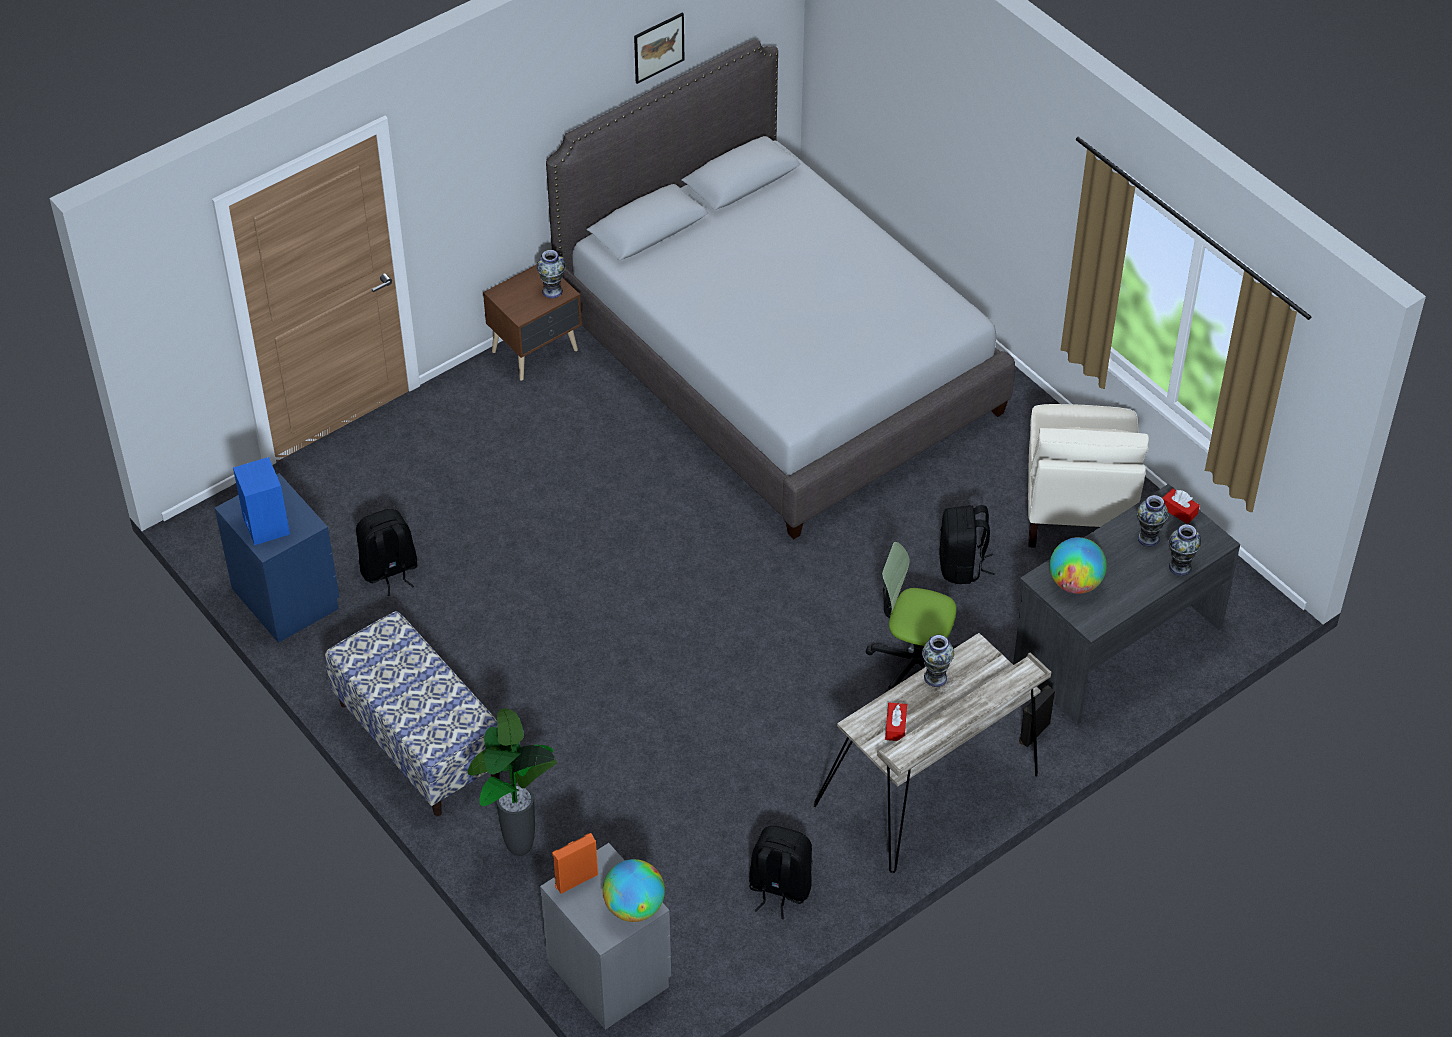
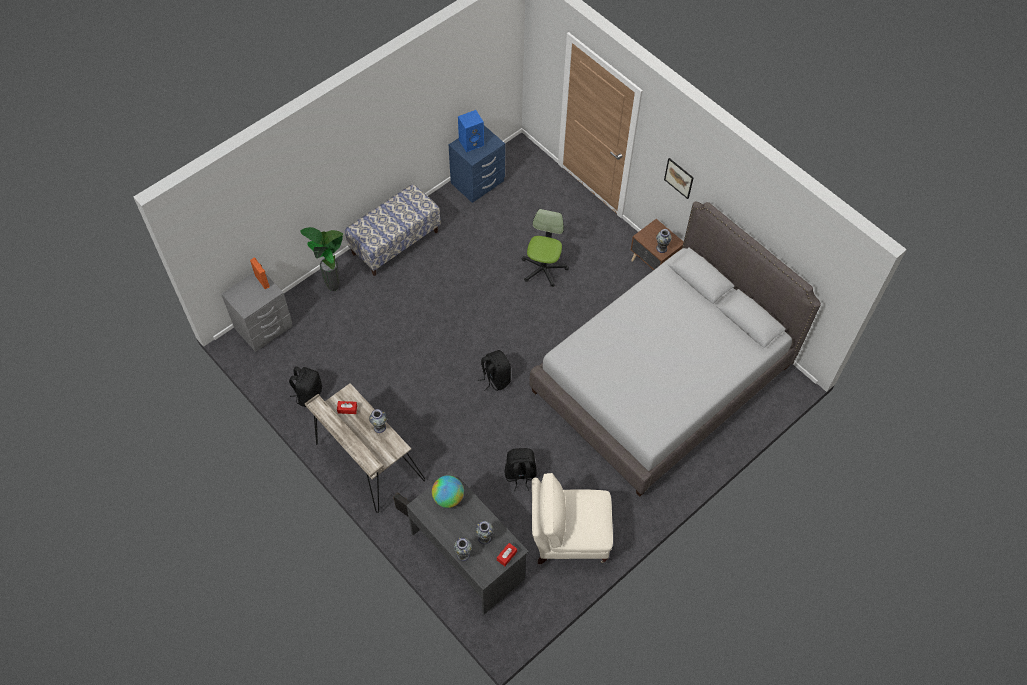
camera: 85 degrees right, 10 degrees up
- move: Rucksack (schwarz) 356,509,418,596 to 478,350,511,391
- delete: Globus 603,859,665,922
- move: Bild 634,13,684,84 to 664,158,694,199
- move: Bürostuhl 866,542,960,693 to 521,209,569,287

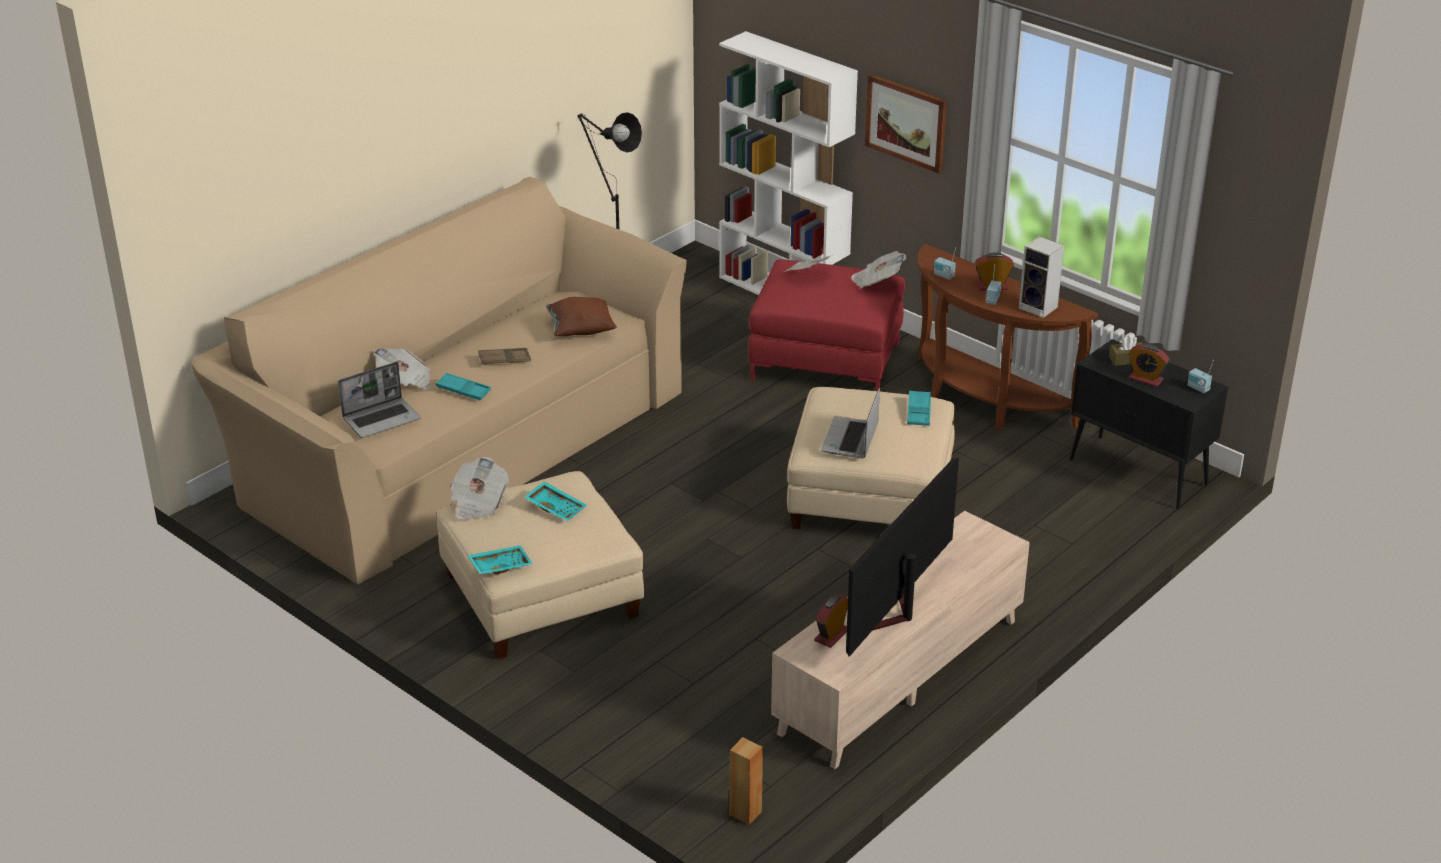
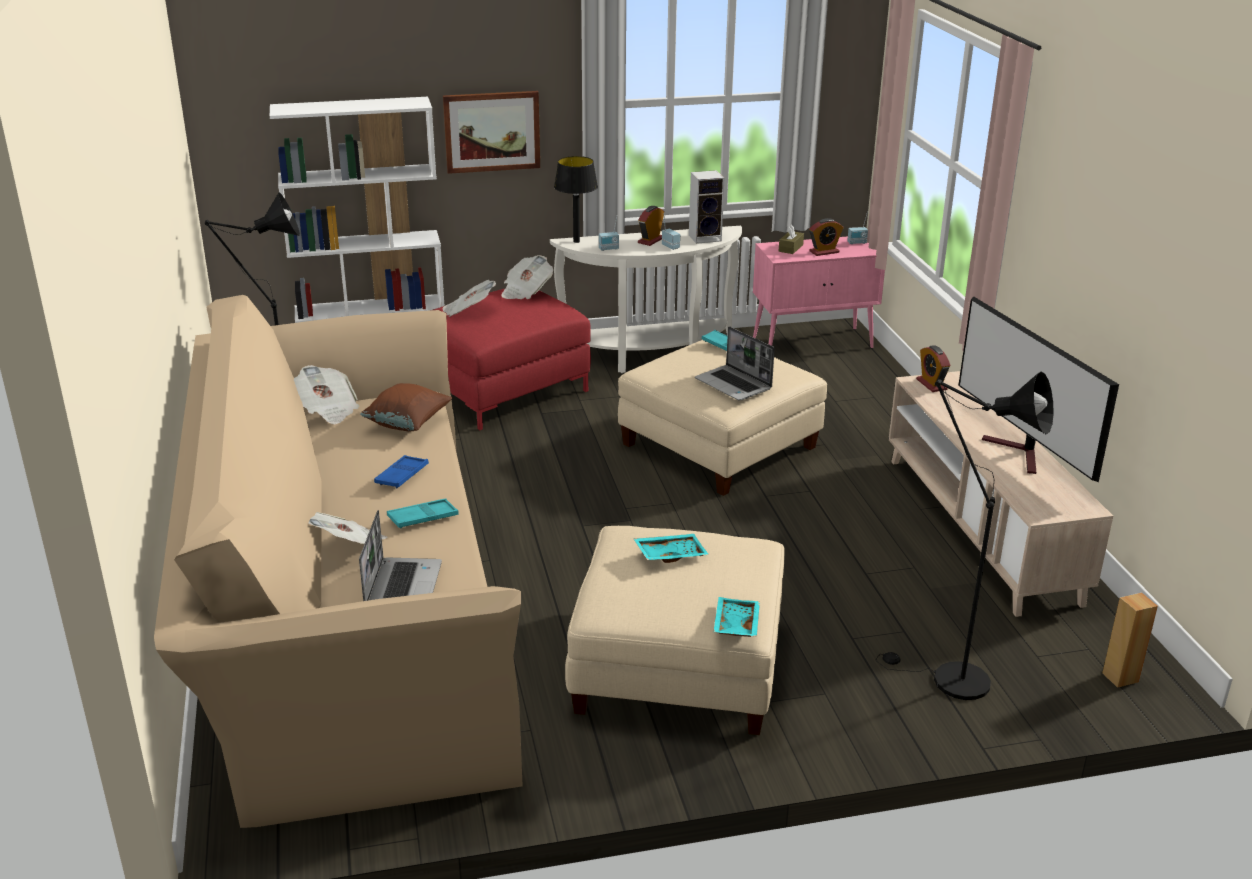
camera: 55 degrees left, 5 degrees down
- move: Zeitung 450,457,509,520 to 294,365,360,424
- recolor: Tablett (braun) 478,348,531,365 to Tablett (blau) 374,455,429,488
- move: Wecker 814,594,848,648 to 916,345,950,392
- recolor: Konsolentisch (braun) 917,244,1099,430 to Konsolentisch (weiß) 550,226,742,373
- recolor: Schrank (schwarz) 1070,339,1228,509 to Schrank (rosa) 753,237,885,349
- insert: Tischlampe (schwarz) 554,156,598,243
- insert: Stehlampe (schwarz) 876,371,1054,700

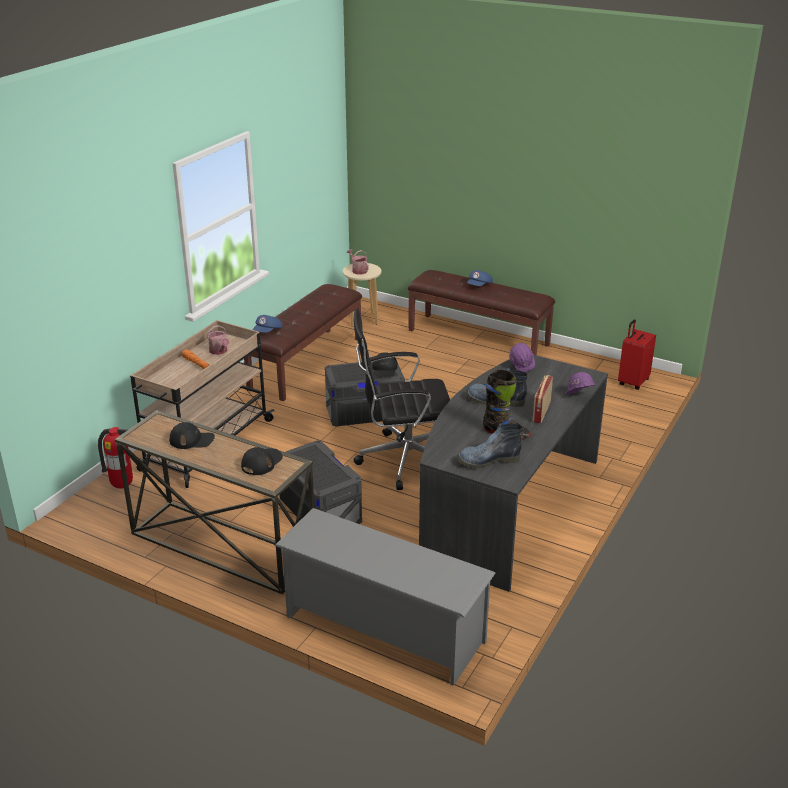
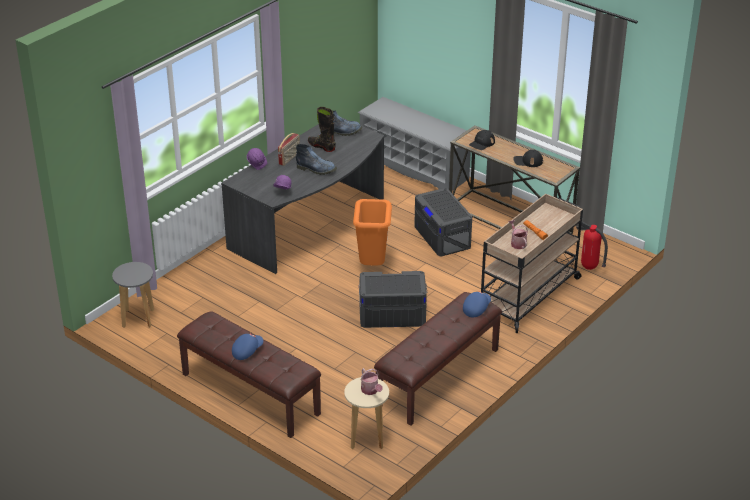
camera: 170 degrees left, 5 degrees up
- replace: Bürostuhl (schwarz) 354,309,450,490 to Mülleimer (orange) 353,199,392,266
- delete: Kappe (schwarz) 372,352,398,376
- replace: Koffer (rot) 618,320,656,390 to Hocker (grau) 112,262,154,328

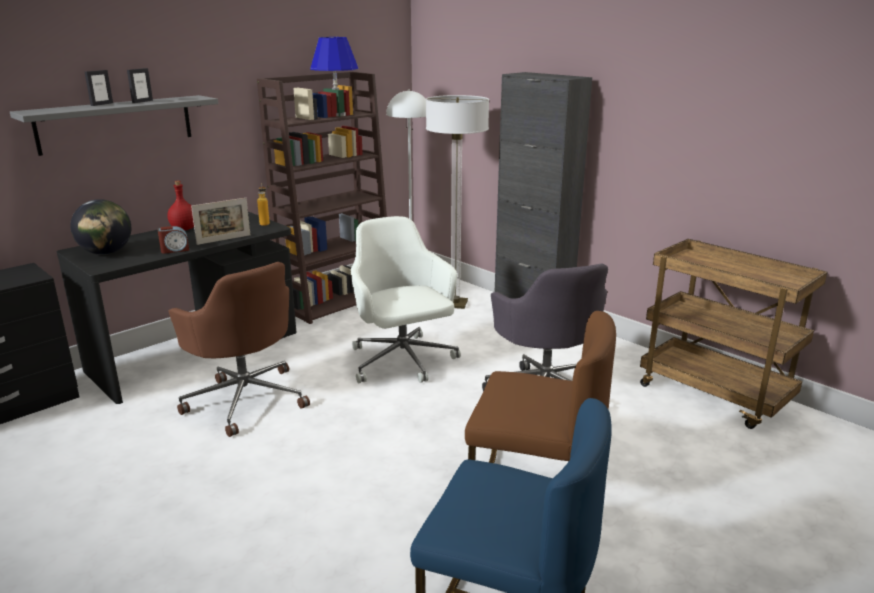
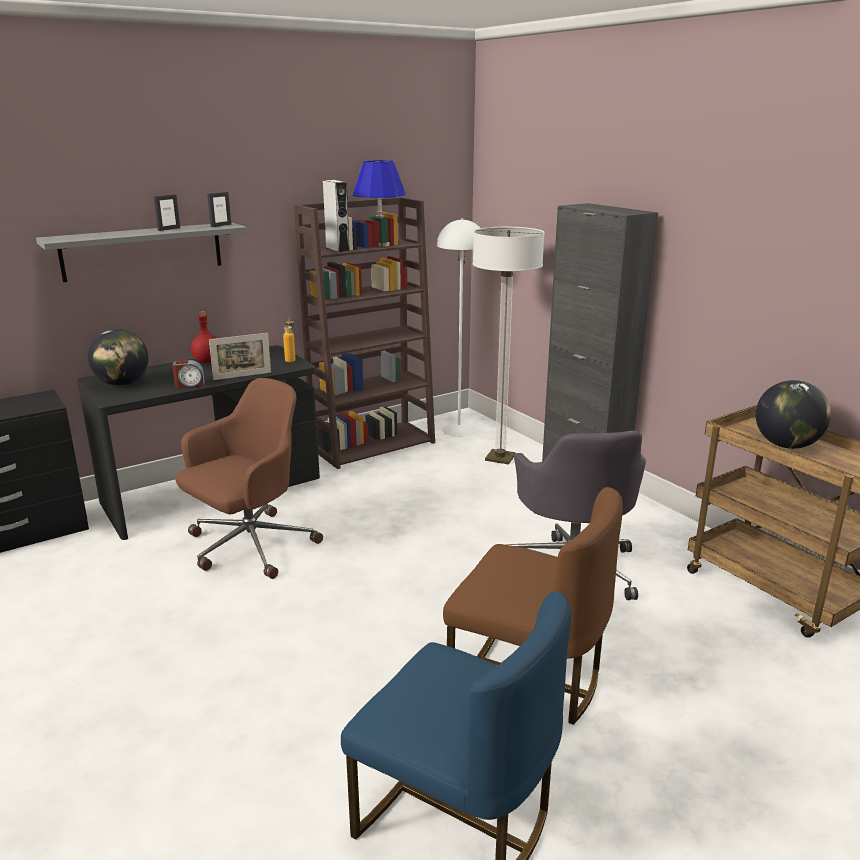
camera: 10 degrees right, 0 degrees up
- move: Bilderrahmen 85,70,113,106 to 207,192,231,227
- rotate: Bürostuhl (braun) 168,262,310,437 = 175,378,323,579 105 degrees counterclockwise
- delete: Bürostuhl (weiß) 351,216,461,383
- insert: Lautsprecher (grau) 323,180,350,253
- insert: Globus 756,380,831,449

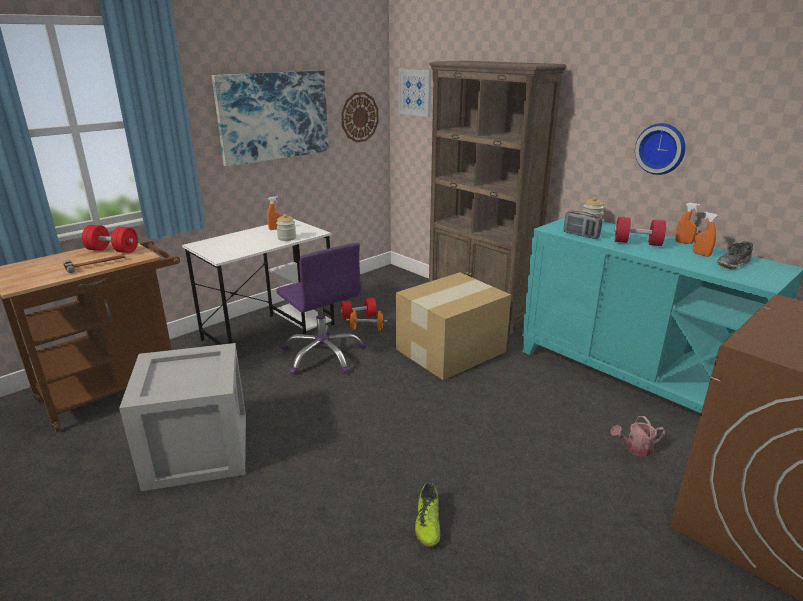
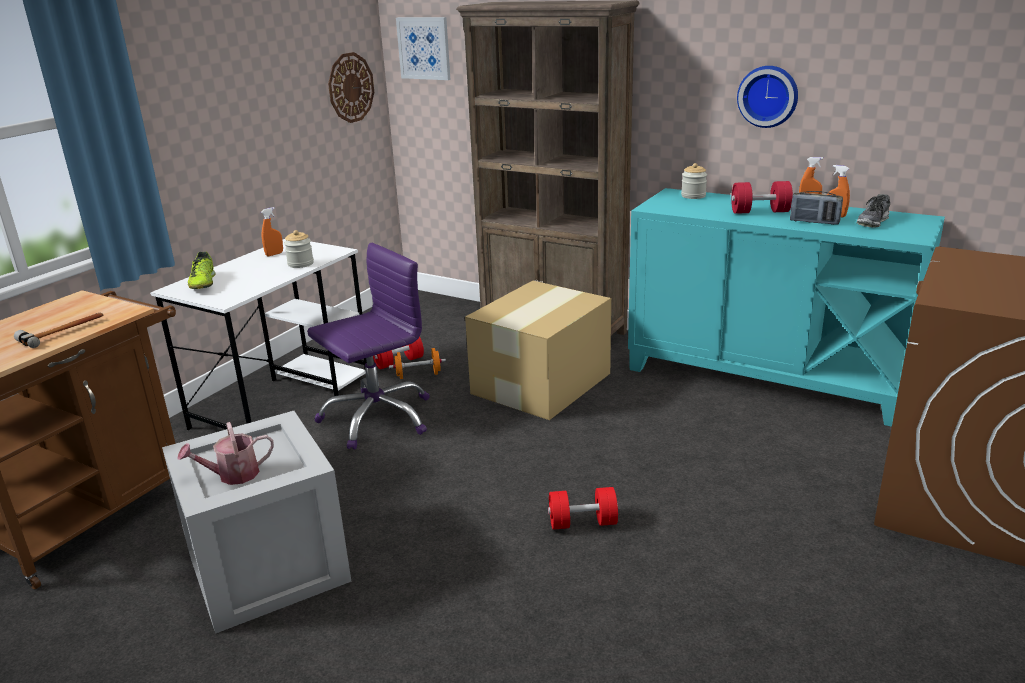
camera: 15 degrees left, 0 degrees up
- move: Hantel (rot) 82,225,138,253 to 548,487,618,530
- delete: Bild 212,70,329,167
- rotate: Bürostuhl (lila) 276,243,366,375 = 307,243,429,449 75 degrees counterclockwise
- move: Schuh 415,483,440,547 to 188,252,215,289
- move: Radio 563,211,603,239 to 790,191,843,225
- move: Gießkanne 611,416,666,457 to 177,422,274,485

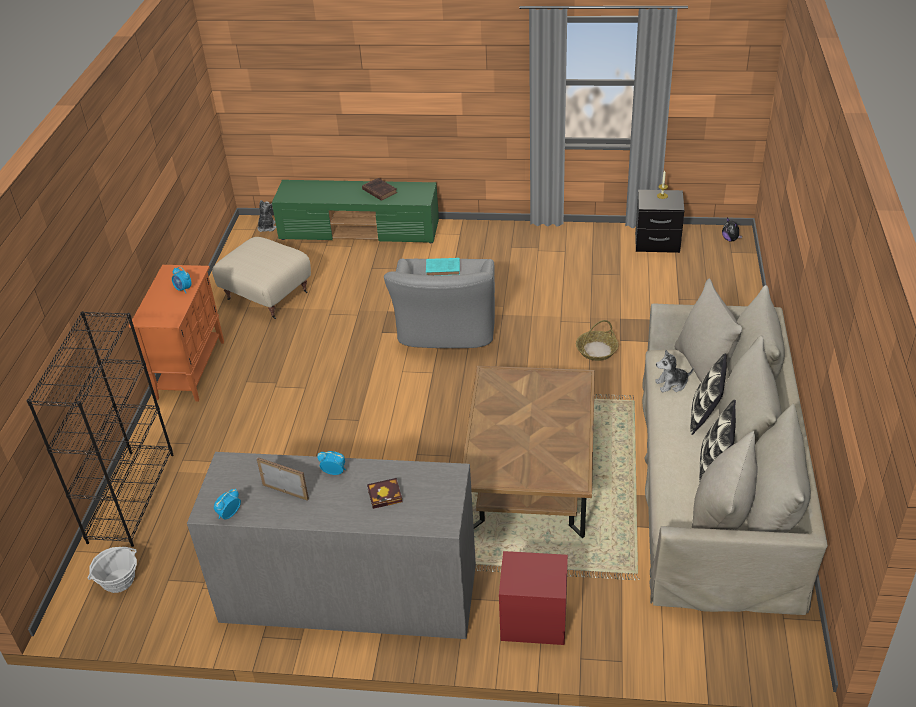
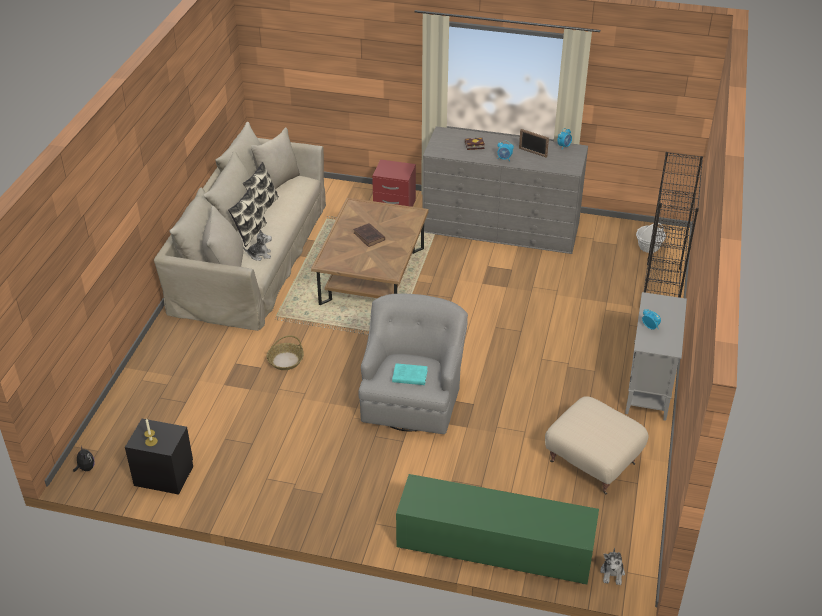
camera: 175 degrees left, 0 degrees up
- recolor: Schrank (orange) 129,265,224,402 to Schrank (grau) 625,292,687,421
- move: Buch (braun) 362,178,397,201 to 353,223,385,247

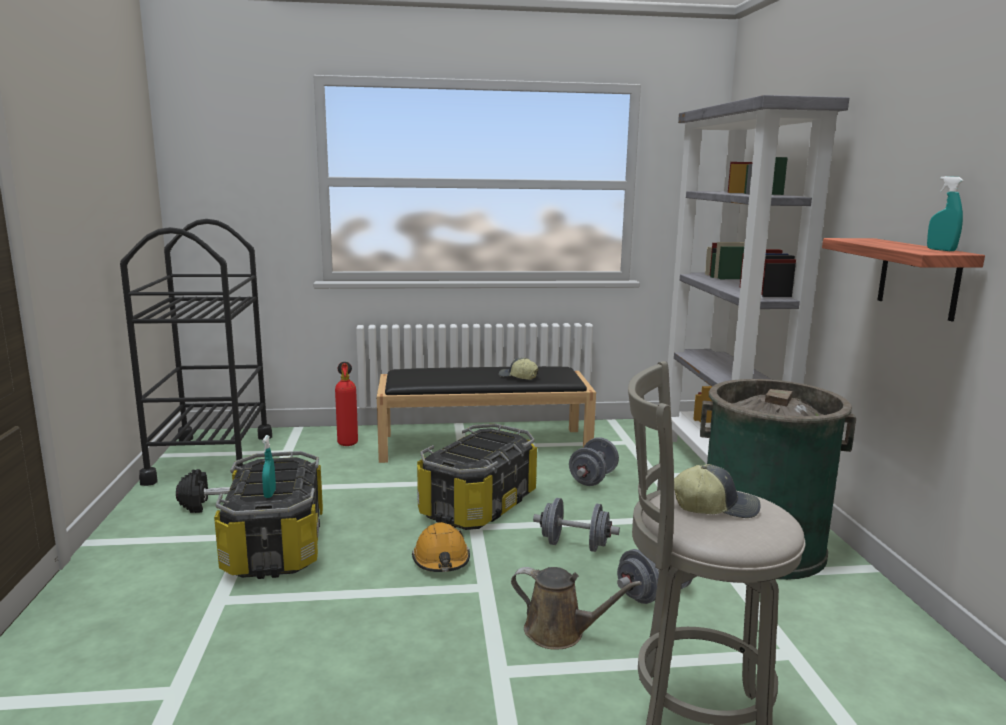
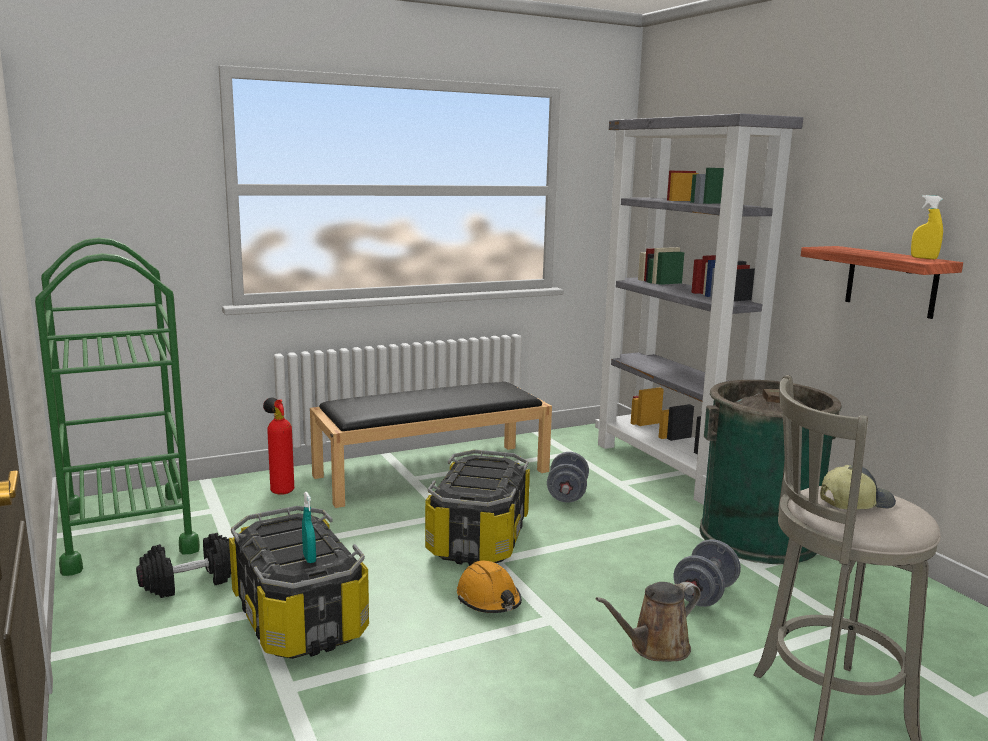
camera: 20 degrees left, 0 degrees up
- recolor: Rollwagen (schwarz) 120,219,272,486 to Rollwagen (grün) 35,238,200,576
- delete: Kappe 499,358,539,380
- rotate: Gießkanne (braun) 511,567,642,650 = 596,582,701,662 150 degrees clockwise
- delete: Hantel (grau) 533,498,620,552
- recolor: Sprühflasche (türkis) 927,176,964,251 to Sprühflasche (gelb) 911,195,943,259

